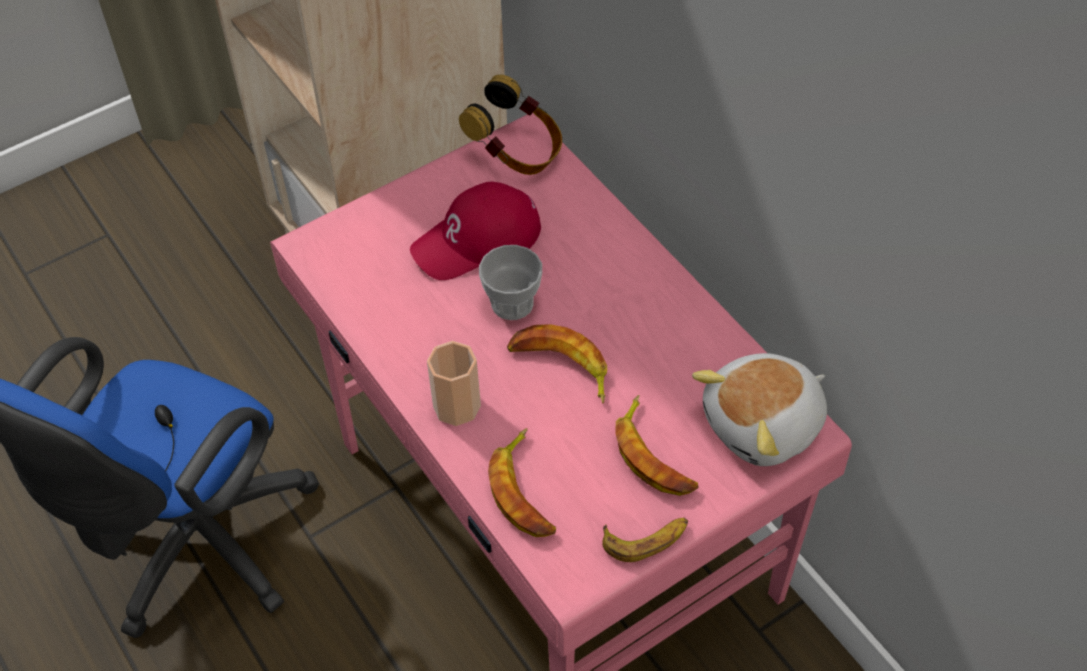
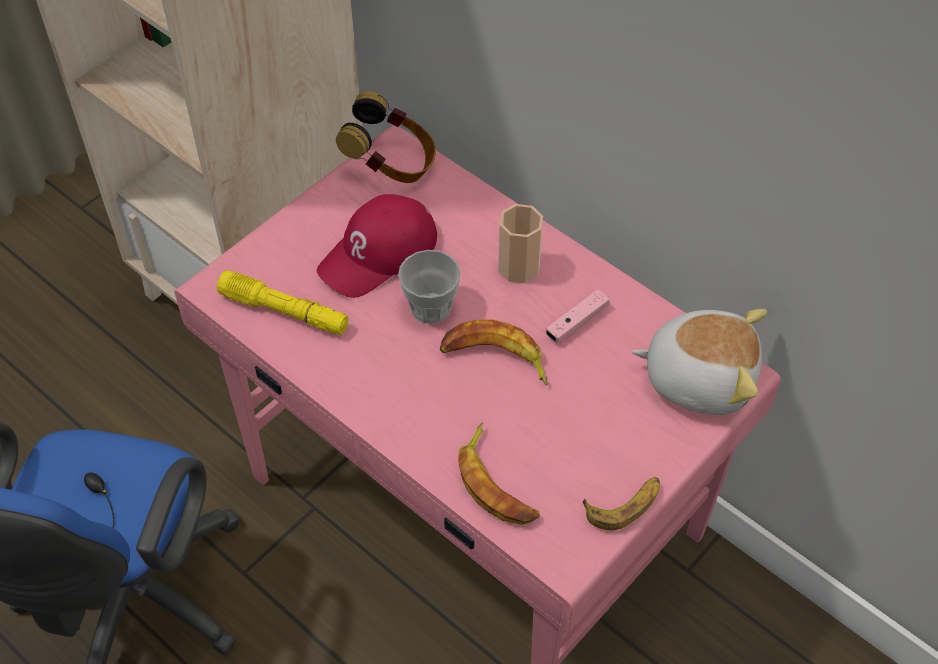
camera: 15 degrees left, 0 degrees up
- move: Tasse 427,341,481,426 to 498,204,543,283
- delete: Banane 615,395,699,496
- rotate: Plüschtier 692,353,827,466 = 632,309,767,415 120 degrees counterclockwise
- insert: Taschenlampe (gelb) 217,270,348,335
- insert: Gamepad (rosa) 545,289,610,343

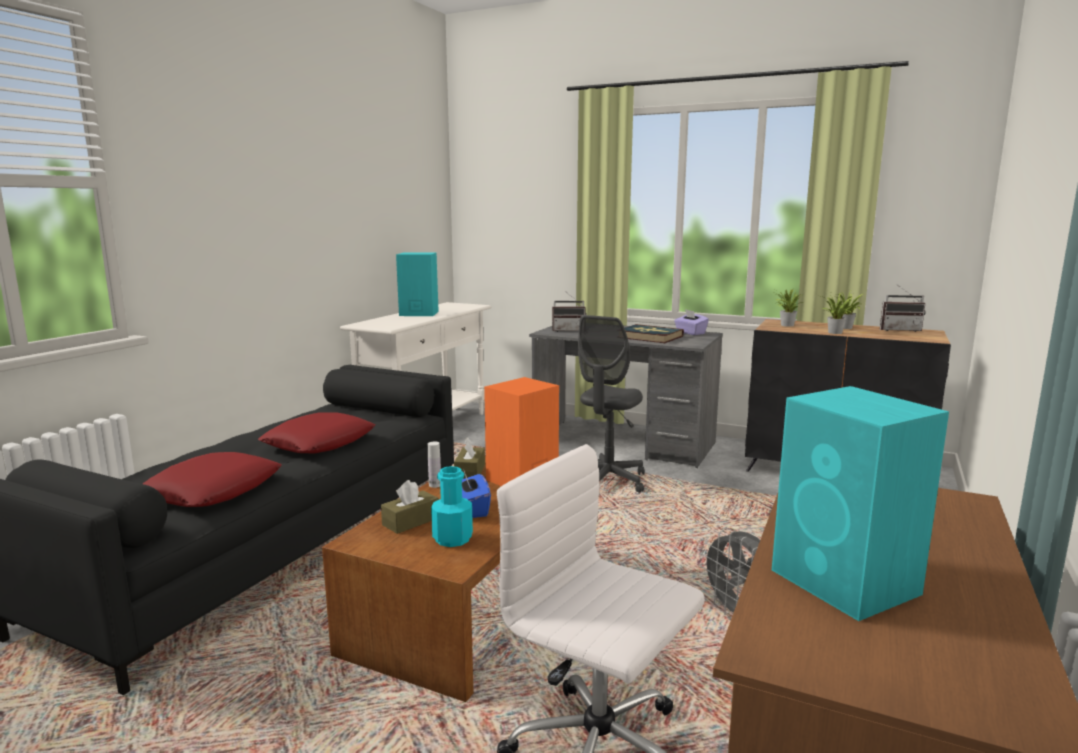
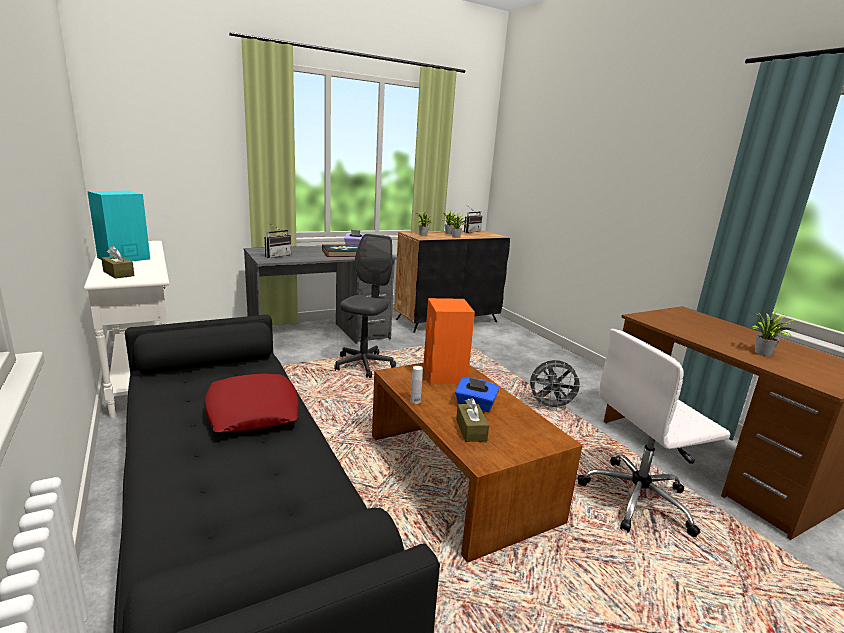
camera: 55 degrees left, 5 degrees up
- delete: Kissen (rot) 143,452,282,507
- delete: Flasche (türkis) 431,466,473,547
- move: Taschentuchbox (braun) 454,437,485,479 to 101,246,135,279
- rotate: Bürostuhl (grau) 578,315,645,493 = 335,234,396,378 135 degrees counterclockwise
- replace: Lautsprecher (türkis) 772,386,949,621 to Topfpflanze 751,312,796,356

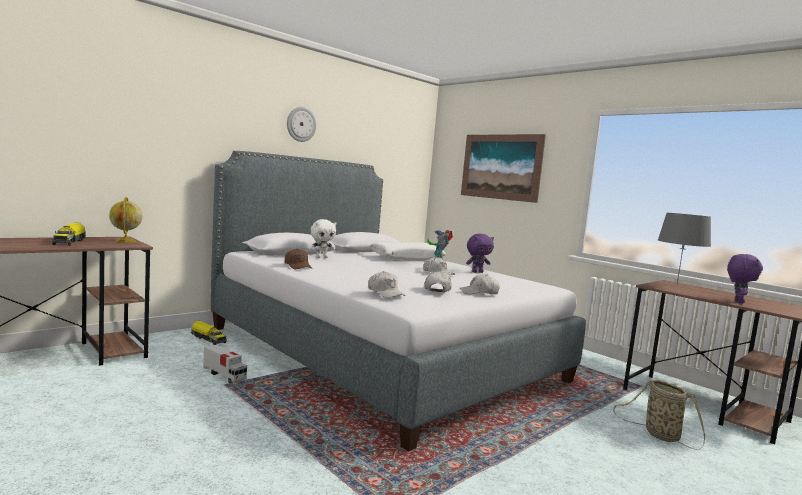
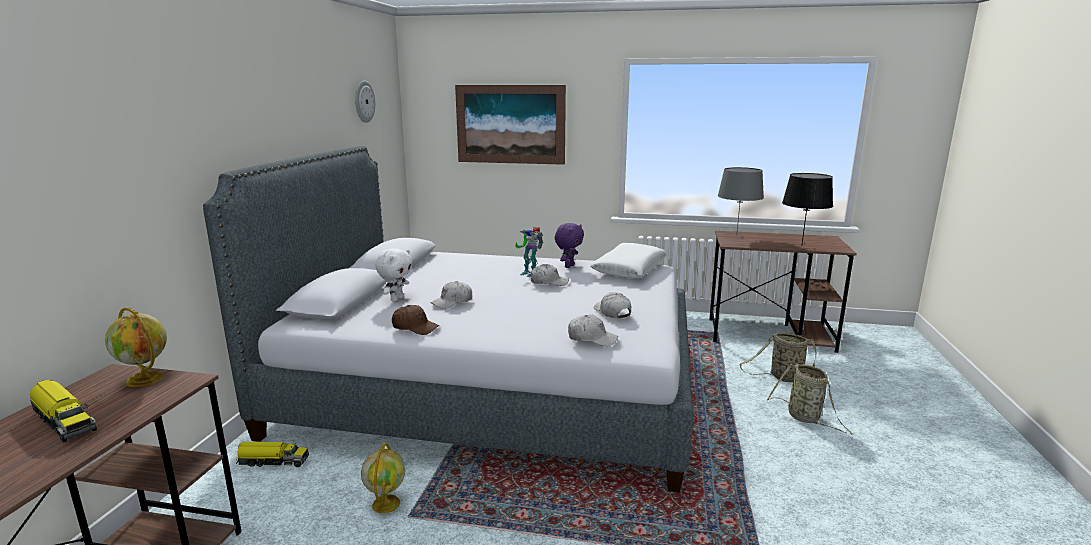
camera: 35 degrees left, 10 degrees up
- replace: Spielzeuglaster 203,344,247,383 to Globus 361,443,405,513
- move: Wanduhr 287,107,316,142 to 355,81,375,123
- move: Kissen (weiß) 370,242,446,261 to 590,243,667,278
- move: Kappe (weiß) 460,274,500,294 to 431,281,472,309
- replace: Plüschtier (lila) 727,254,763,304 to Tischlampe (schwarz) 782,173,833,243
- insert: Korb 767,363,852,434

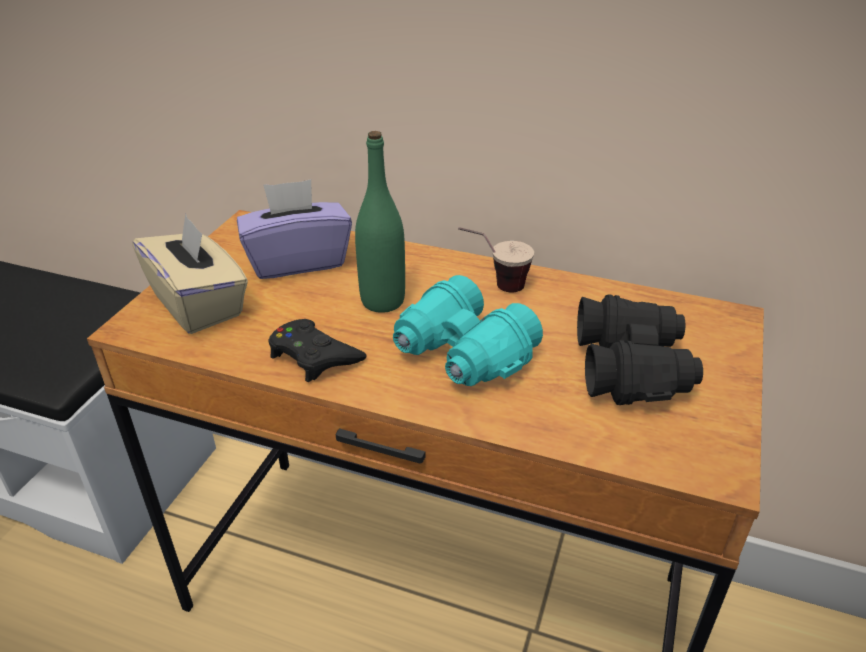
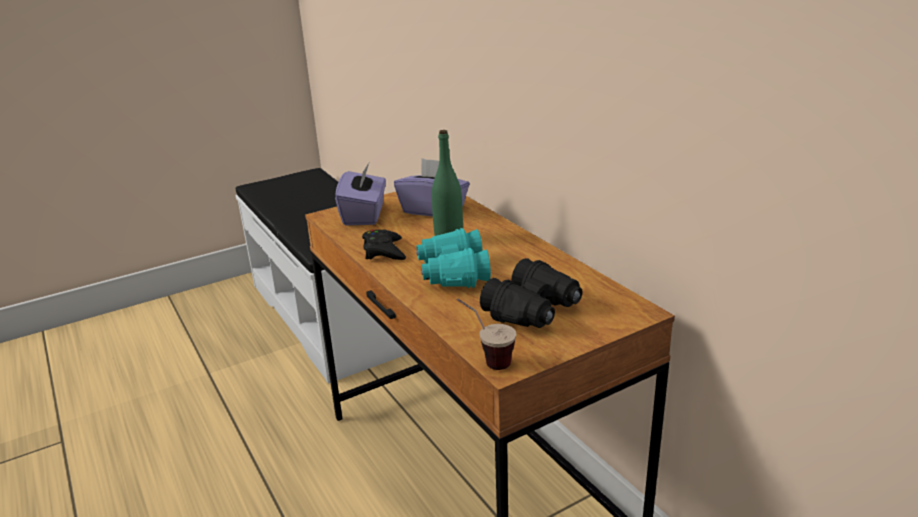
camera: 40 degrees right, 10 degrees down
- recolor: Taschentuchbox (beige) 133,214,248,334 to Taschentuchbox (lila) 335,163,386,225
- move: Tasse 458,227,534,293 to 457,298,516,370

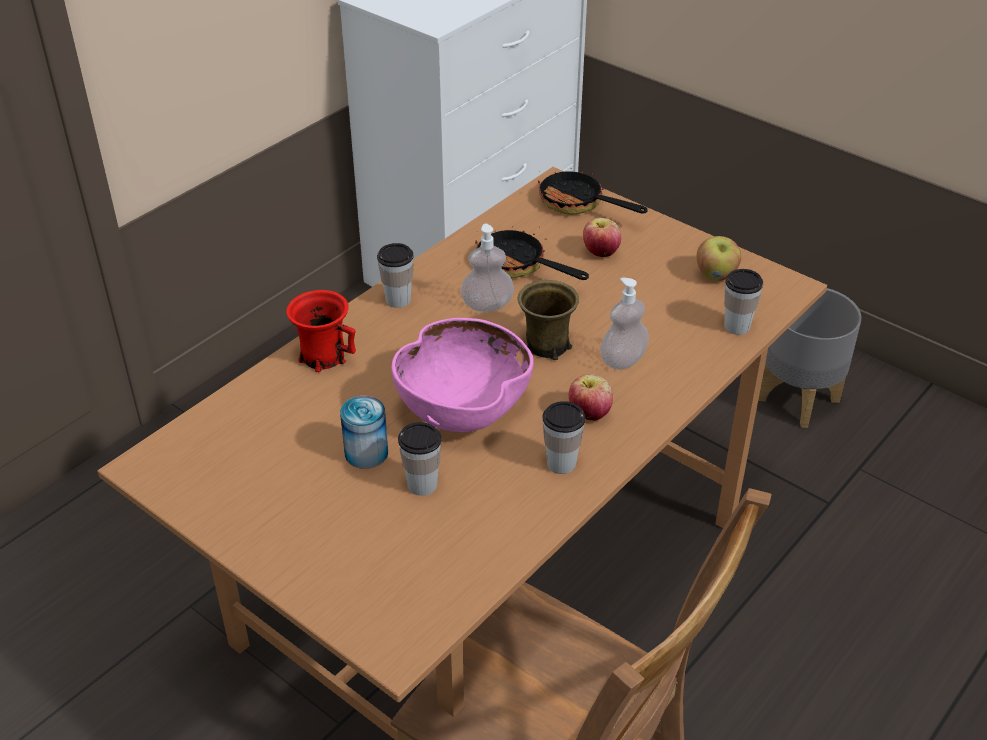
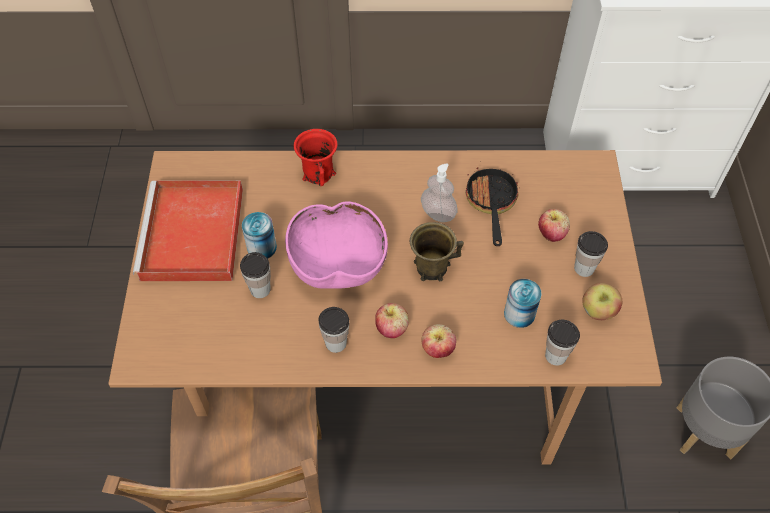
camera: 50 degrees right, 15 degrees up
- move: Tasse 377,243,414,308 to 574,231,608,277
- delete: Pfanne 538,168,648,215
- delete: Seifenspender 600,278,649,369
- insert: Tablett (rot) 133,180,243,281
- insert: Apfel 422,324,456,358
- insert: Dose 504,279,542,328

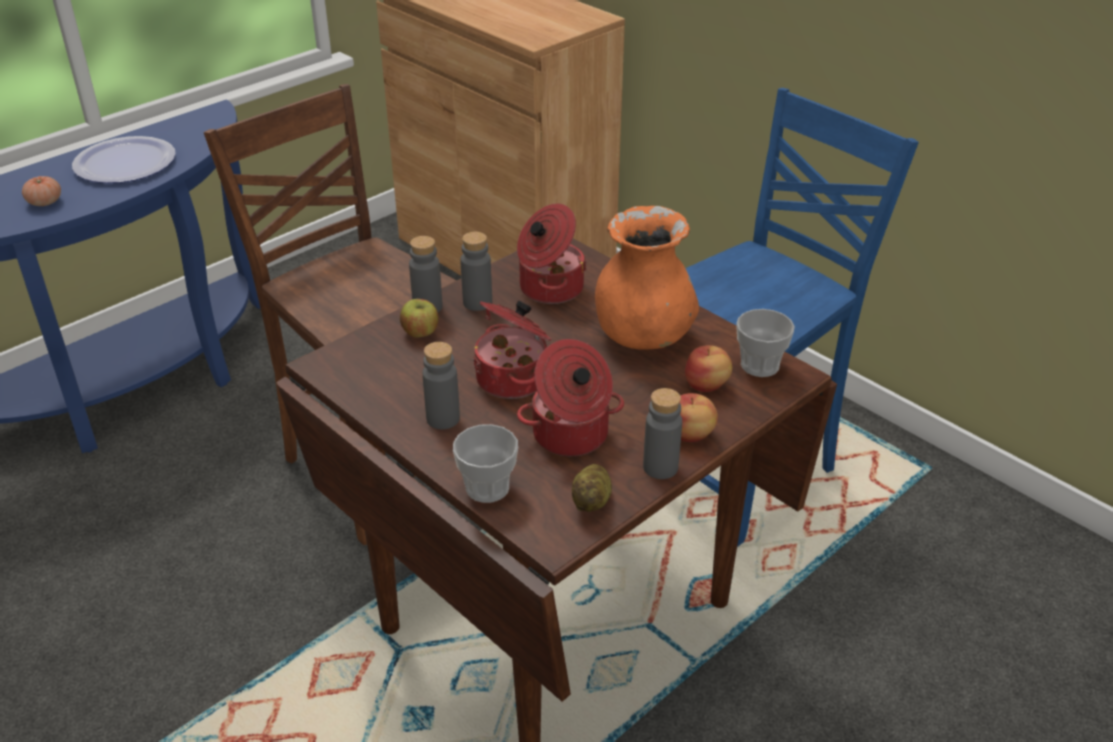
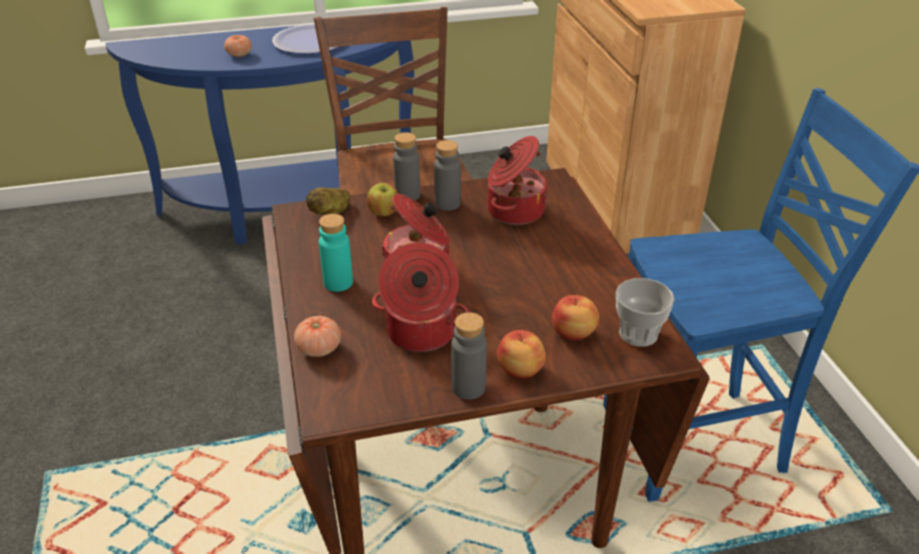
camera: 30 degrees right, 0 degrees up
- recolor: Flasche (grau) 422,342,460,429 to Flasche (türkis) 319,214,353,292
- replace: Tasse 453,424,518,503 to Tomate 294,316,341,357
- move: Kartoffel 572,464,612,512 to 306,188,350,215
- delete: Vase (orange) 595,206,699,350

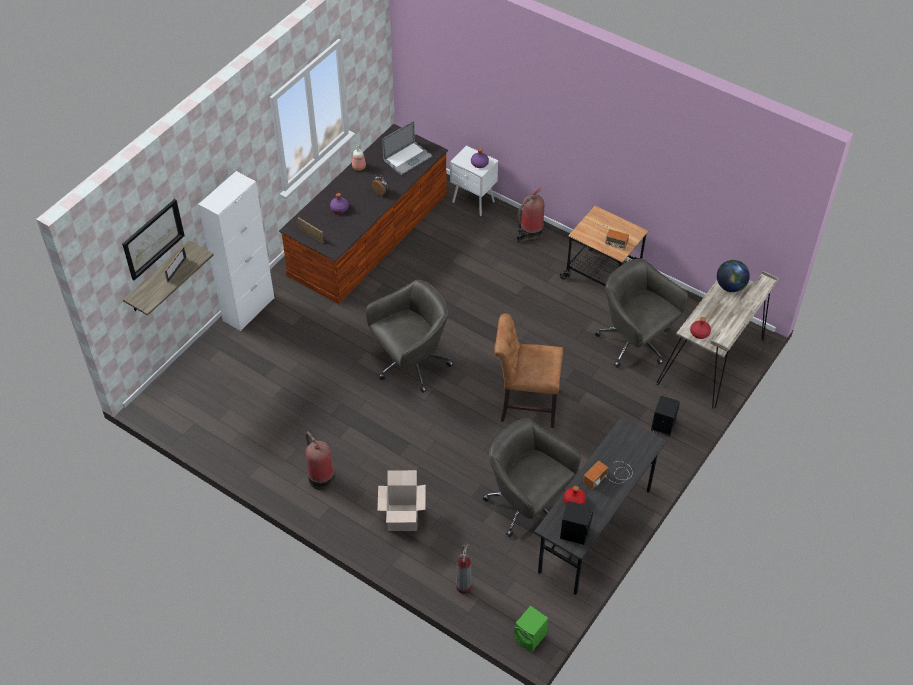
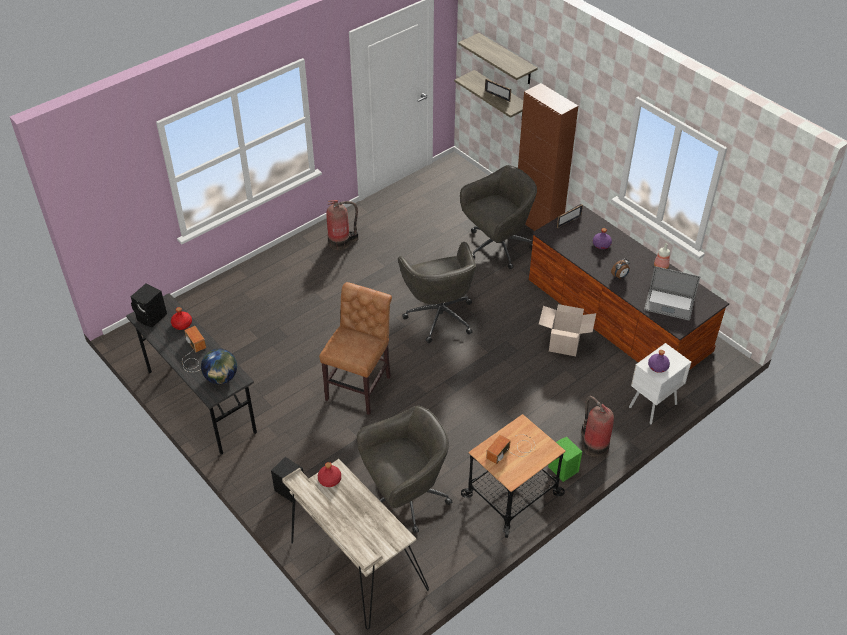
camera: 105 degrees right, 5 degrees down
- replace: Bild 122,199,185,280 to Wandregal 458,33,538,84
- recolor: Schrank (weiß) 198,171,274,331 to Schrank (braun) 518,83,578,231
- move: Karton 377,470,426,531 to 539,304,596,356
- rotate: Laptop 382,121,433,175 = 644,266,700,321 45 degrees counterclockwise
- delete: Feuerlöscher 456,544,471,594
- move: Bürostuhl (grau) 483,418,581,537 to 460,165,537,269
- move: Lautsprecher (grün) 514,606,548,652 to 548,437,582,482
- move: Globus 717,260,750,292 to 201,349,237,384

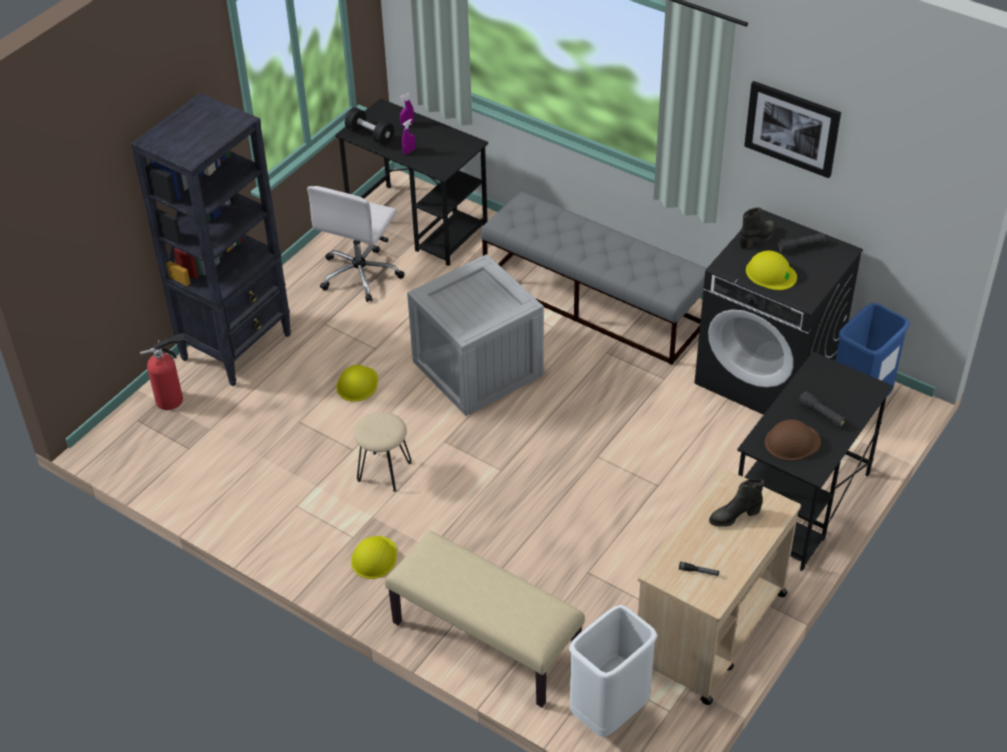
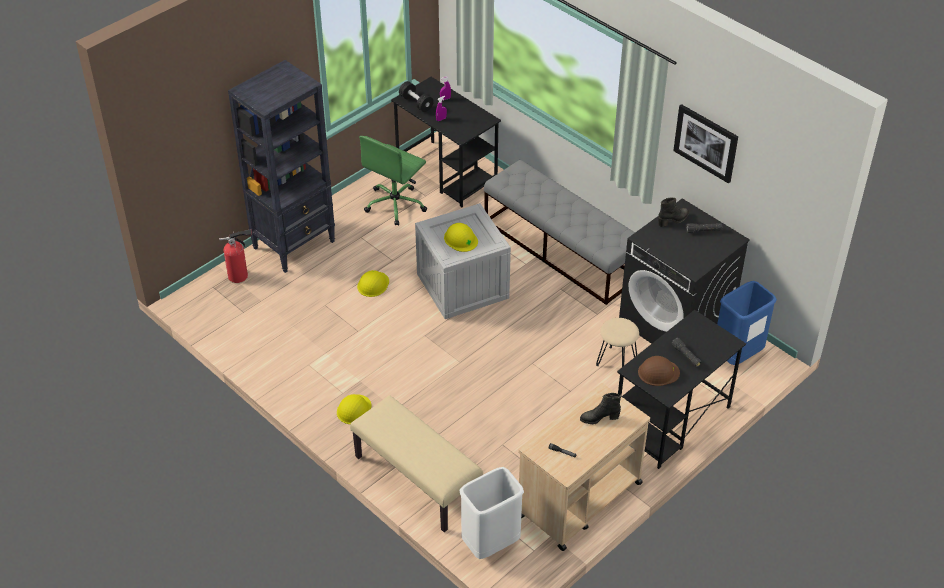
camera: 10 degrees right, 0 degrees up
- recolor: Bürostuhl (weiß) 307,186,404,302 to Bürostuhl (grün) 359,136,427,226
- move: Hocker (beige) 354,412,411,492 to 596,318,639,367
- move: Schutzhelm (gelb) 746,251,797,290 to 444,223,478,252

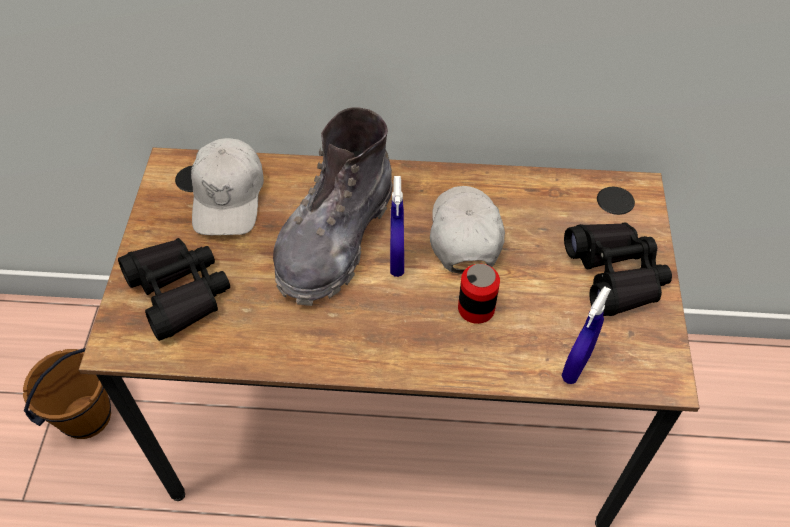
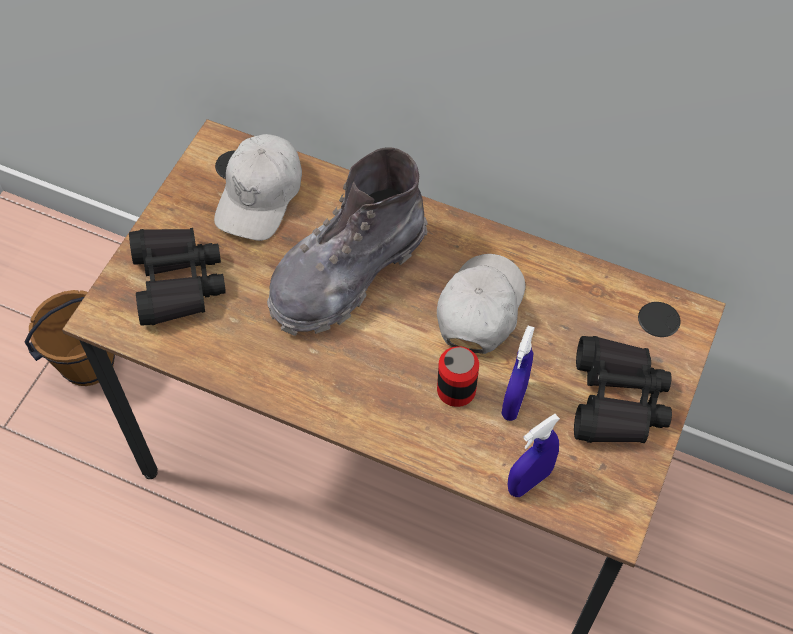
camera: 20 degrees right, 5 degrees up
- move: Sprühflasche (blau) 390,176,404,277 to 502,326,535,421

